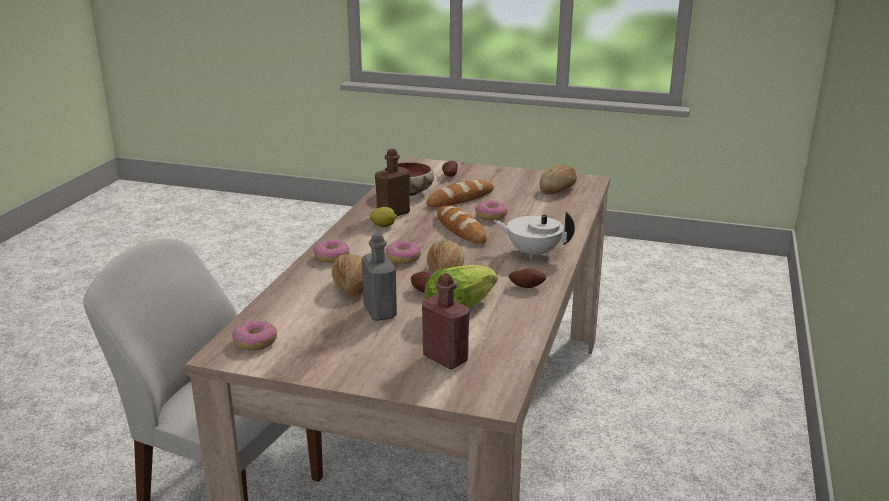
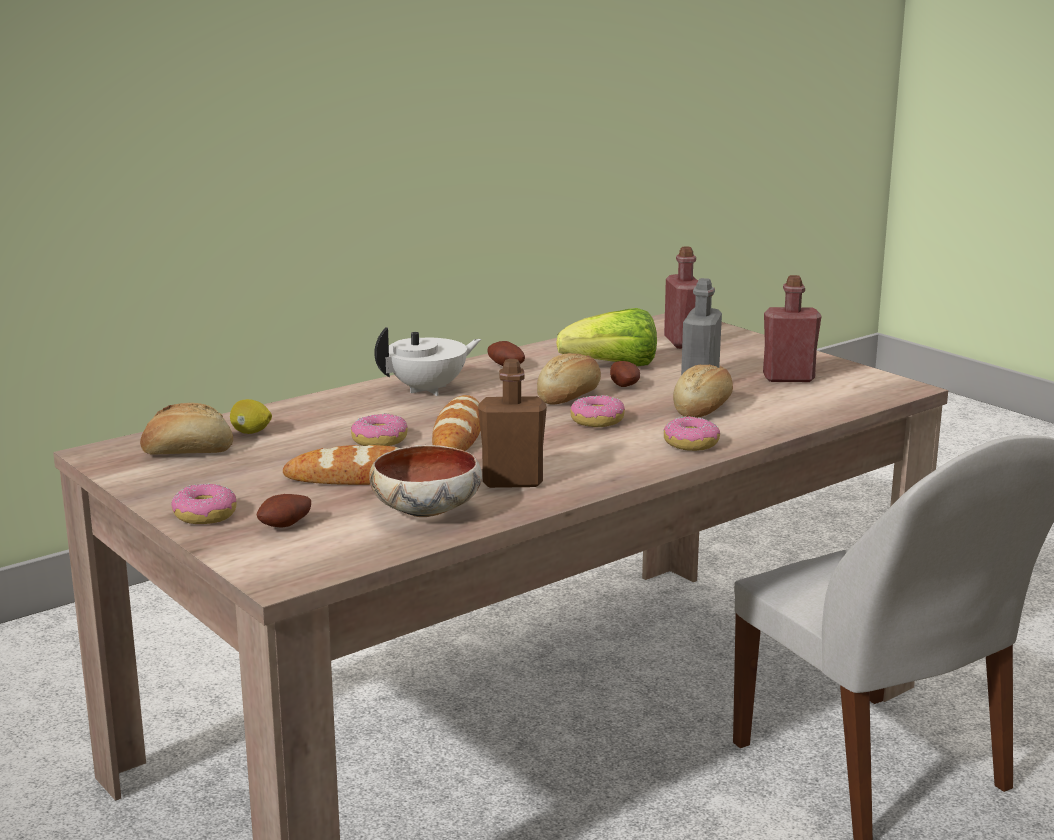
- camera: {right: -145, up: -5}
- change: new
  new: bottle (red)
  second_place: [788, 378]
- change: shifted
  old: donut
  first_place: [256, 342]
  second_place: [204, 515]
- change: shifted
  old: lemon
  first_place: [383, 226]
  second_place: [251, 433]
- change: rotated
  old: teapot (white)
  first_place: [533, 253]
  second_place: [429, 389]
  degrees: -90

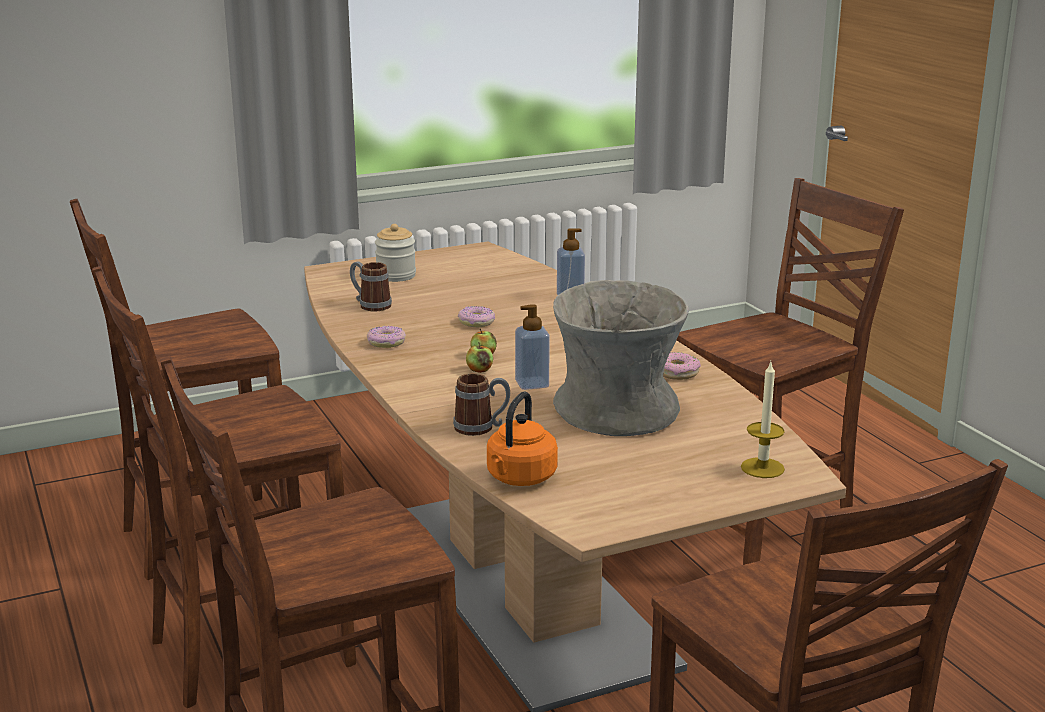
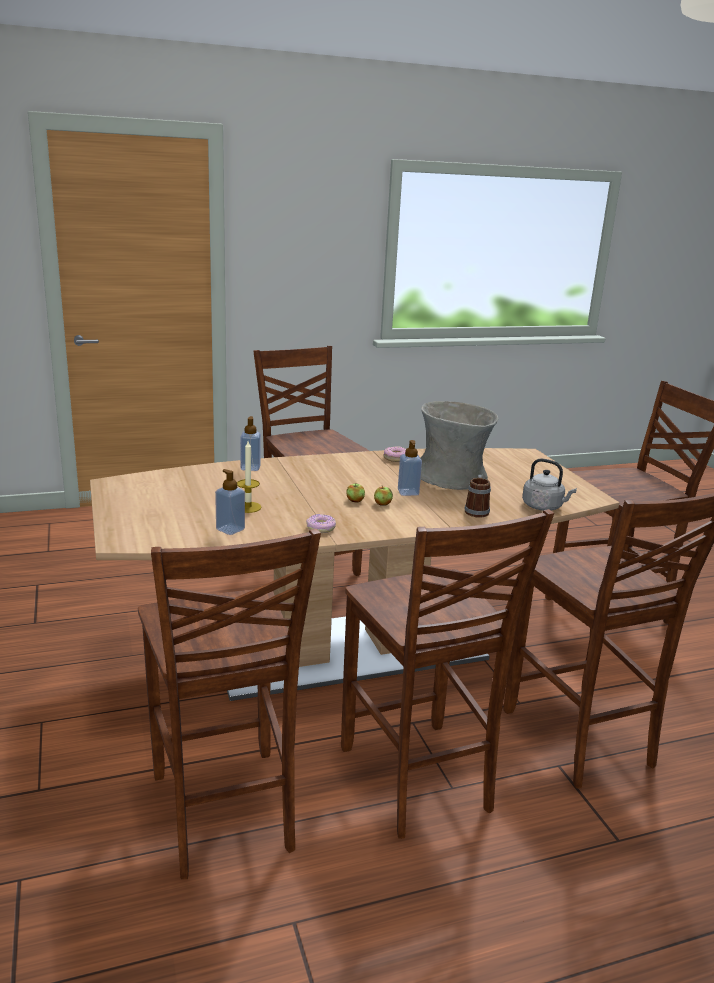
- camera: {right: -85, up: 0}
- change: gone
  old: jar
  first_place: [396, 276]
- change: gone
  old: donut
  first_place: [476, 322]
- change: shifted
  old: candle
  first_place: [762, 468]
  second_place: [248, 507]
- change: swapped
  old: mug
  new: soap dispenser
  first_place: [370, 305]
  second_place: [230, 529]
- change: repainted
  old: kettle (orange)
  new: kettle (grey)
  first_place: [520, 478]
  second_place: [544, 507]

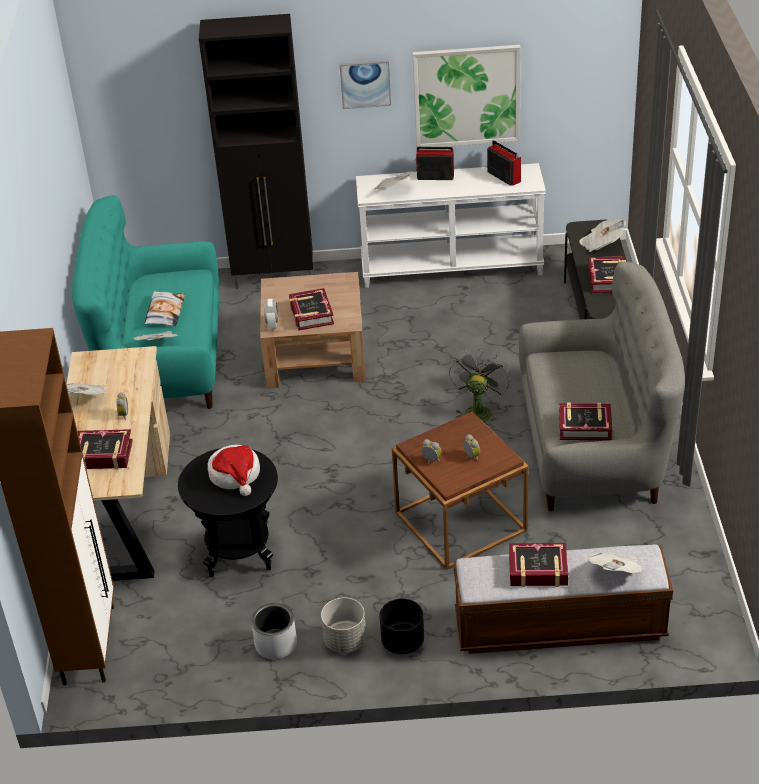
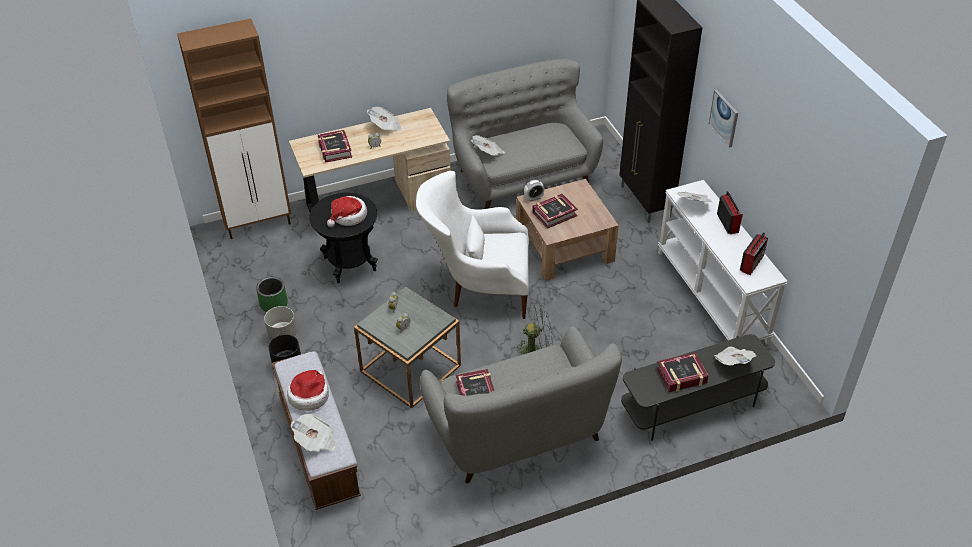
- camera: {right: 70, up: 5}
- change: gone
  old: pillow
  first_place: [165, 312]
- change: gone
  old: picture
  first_place: [467, 96]
- change: new
  new: armchair (white)
  second_place: [478, 287]
- change: swapped
  old: book
  new: hat
  first_place: [538, 570]
  second_place: [309, 395]
- change: repainted
  old: sofa (turquoise)
  new: sofa (grey)
  first_place: [161, 361]
  second_place: [523, 175]
- change: repainted
  old: planter (grey)
  new: planter (green)
  first_place: [275, 644]
  second_place: [273, 303]
- change: repainted
  old: side table (brown)
  new: side table (grey)
  first_place: [460, 521]
  second_place: [410, 368]

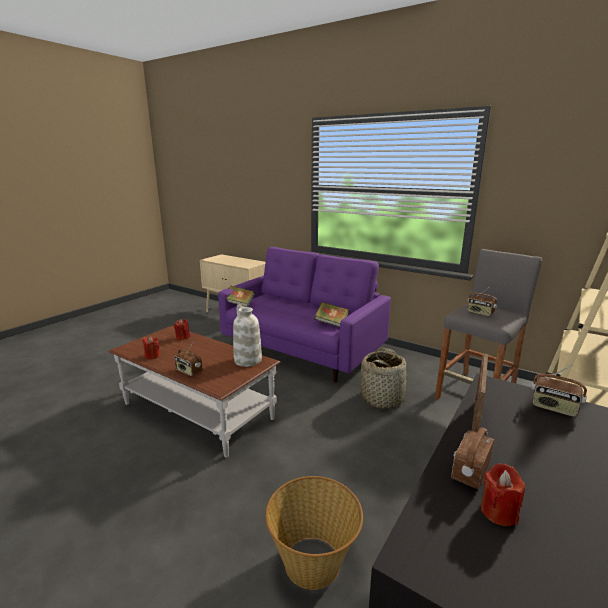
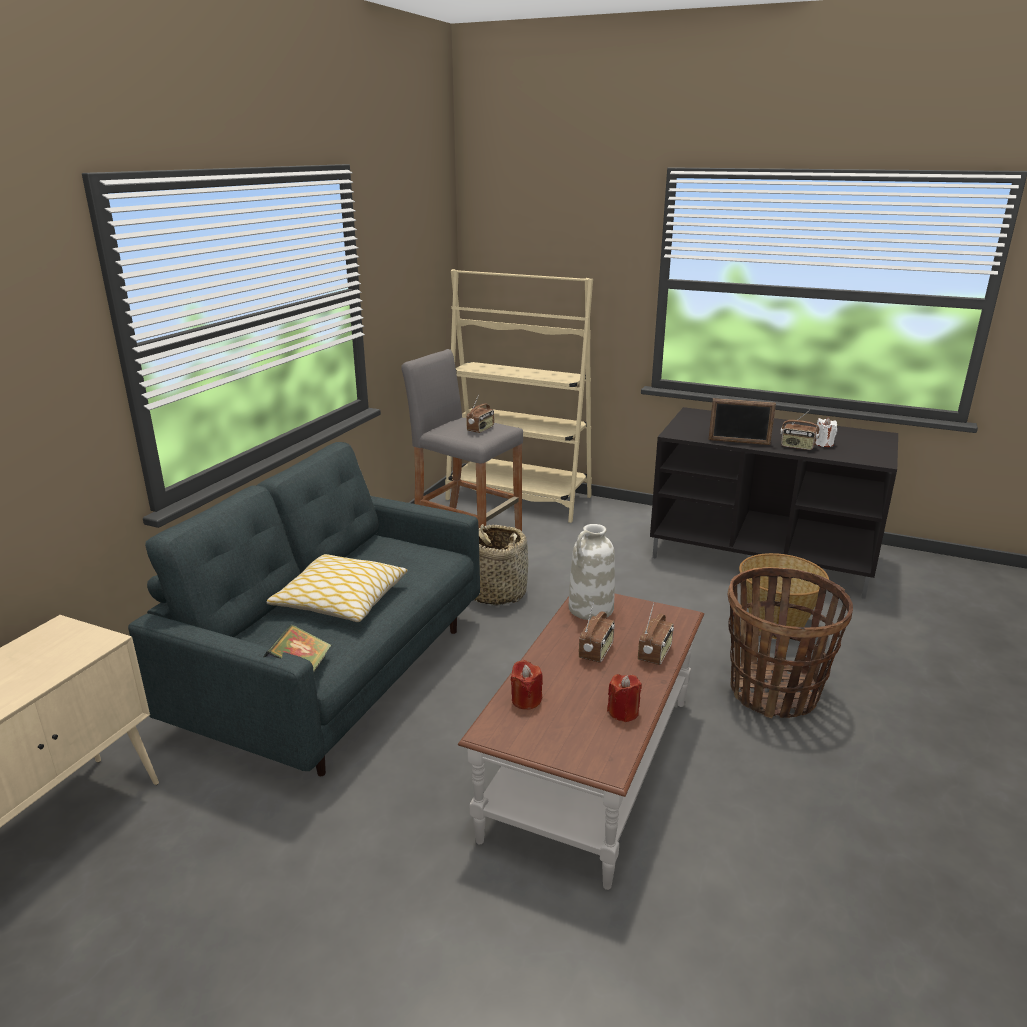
- camera: {right: -100, up: 5}
- change: gone
  old: book
  first_place: [331, 323]
- change: new
  new: pillow
  second_place: [340, 601]
- change: new
  new: basket
  second_place: [774, 692]
- change: shifted
  old: radio
  first_place: [554, 408]
  second_place: [596, 652]
- change: repainted
  old: sofa (purple)
  new: sofa (grey)
  first_place: [303, 351]
  second_place: [338, 675]
- change: repainted
  old: candle (red)
  new: candle (white)
  first_place: [499, 512]
  second_place: [823, 444]

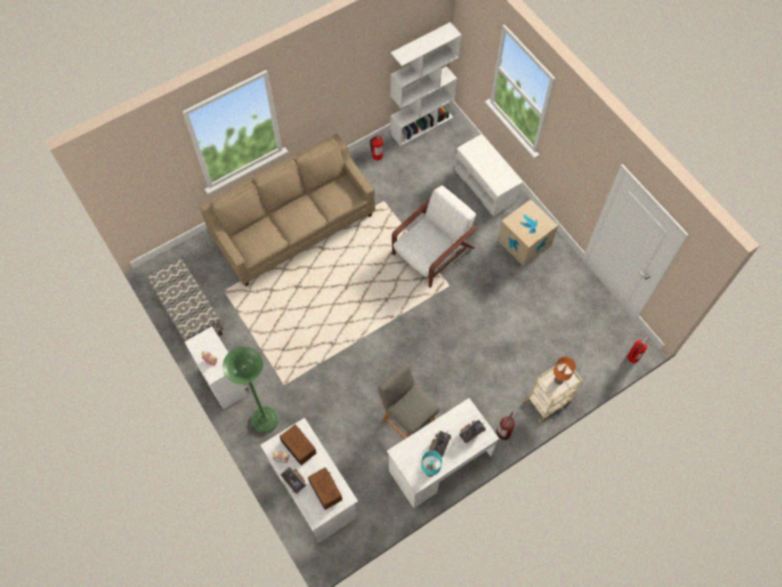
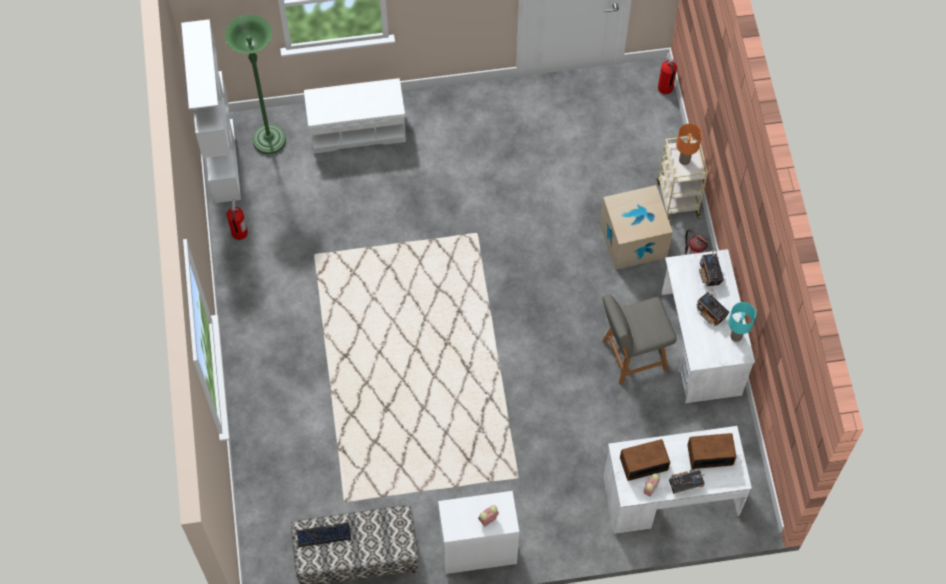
- camera: {right: -65, up: 0}
- change: gone
  old: sofa (beige)
  first_place: [294, 227]
- change: gone
  old: armchair (white)
  first_place: [432, 252]
- change: new
  new: keyboard
  second_place: [324, 535]
- change: shifted
  old: floor lamp (green)
  first_place: [265, 420]
  second_place: [269, 140]
- change: shifted
  old: cardboard box
  first_place: [524, 242]
  second_place: [633, 240]

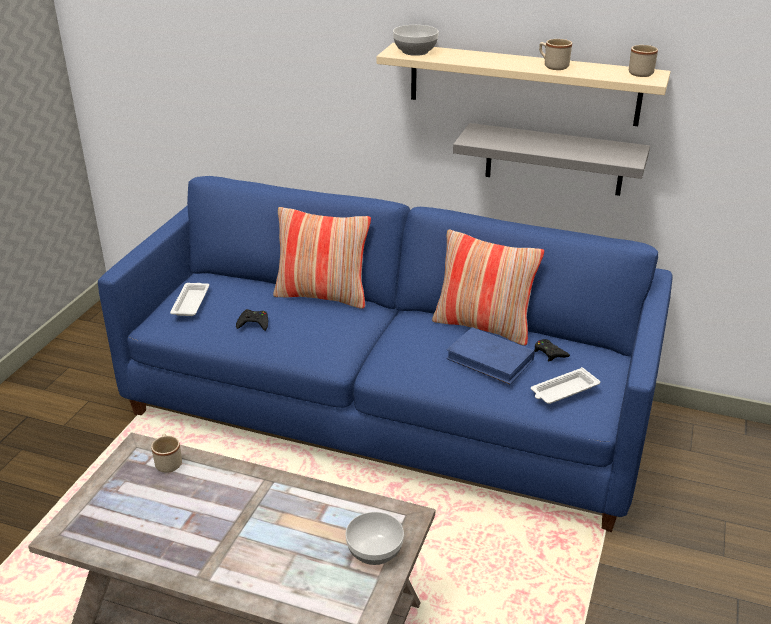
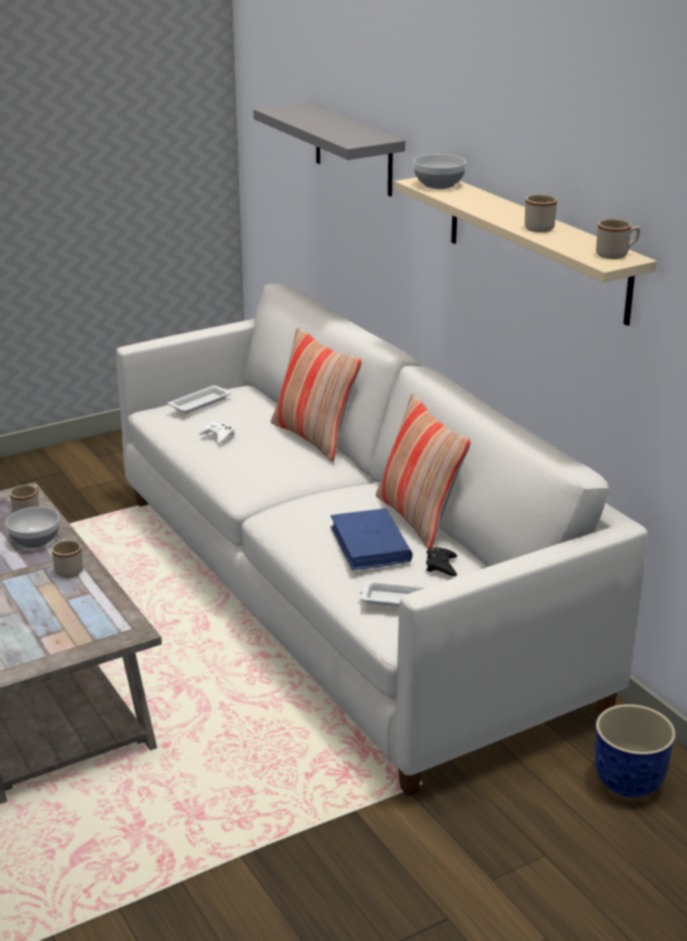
- camera: {right: 40, up: -5}
- change: new
  new: mug (beige)
  second_place: [68, 569]
- change: new
  new: planter
  second_place: [629, 783]
- change: shifted
  old: bowl
  first_place: [375, 552]
  second_place: [34, 540]
- change: shifted
  old: shelf (grey)
  first_place: [554, 159]
  second_place: [353, 149]
- change: repainted
  old: sofa (blue)
  new: sofa (white)
  first_place: [387, 411]
  second_place: [345, 596]
- change: repainted
  old: game controller (black)
  new: game controller (white)
  first_place: [254, 323]
  second_place: [218, 436]

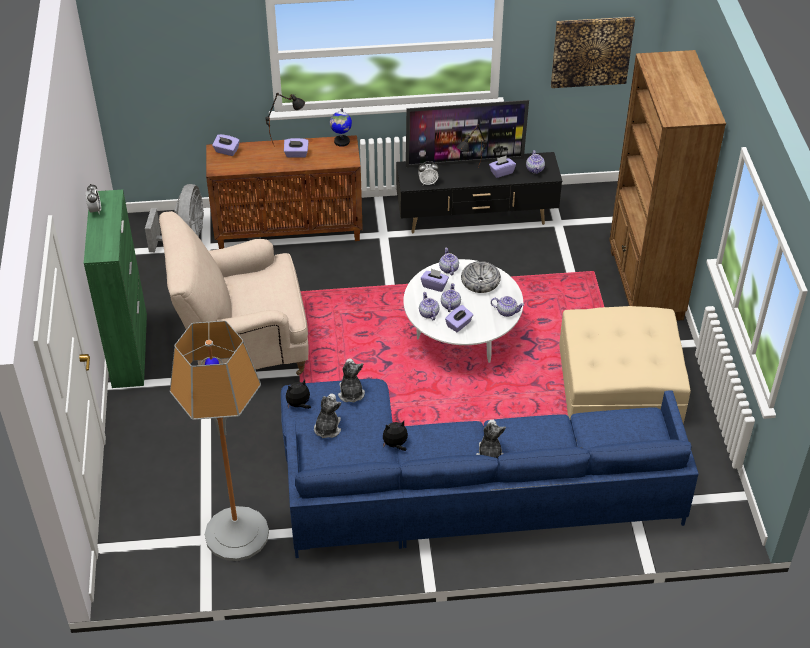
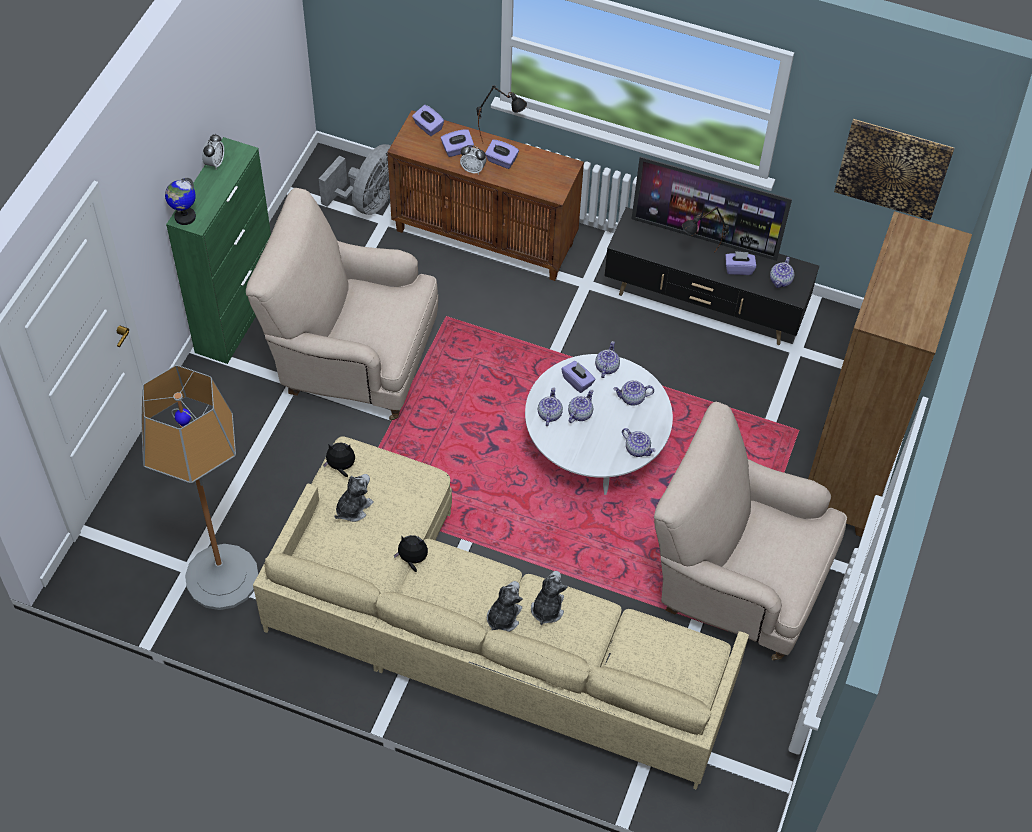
- camera: {right: 25, up: 10}
- change: shifted
  old: globe
  first_place: [341, 141]
  second_place: [184, 217]
- change: shifted
  old: plush toy
  first_place: [351, 393]
  second_place: [547, 608]
- change: shifted
  old: alarm clock
  first_place: [428, 182]
  second_place: [473, 169]
- change: shifted
  old: tissue box (purple)
  first_place: [459, 324]
  second_place: [457, 150]
- change: swapped
  old: bowl
  new: teapot
  first_place: [480, 281]
  second_place: [632, 398]
- change: swapped
  old: ottoman (beige)
  new: armchair (beige)
  first_place: [619, 382]
  second_place: [737, 583]
- change: repainted
  old: sofa (blue)
  new: sofa (beige)
  first_place: [462, 491]
  second_place: [480, 635]

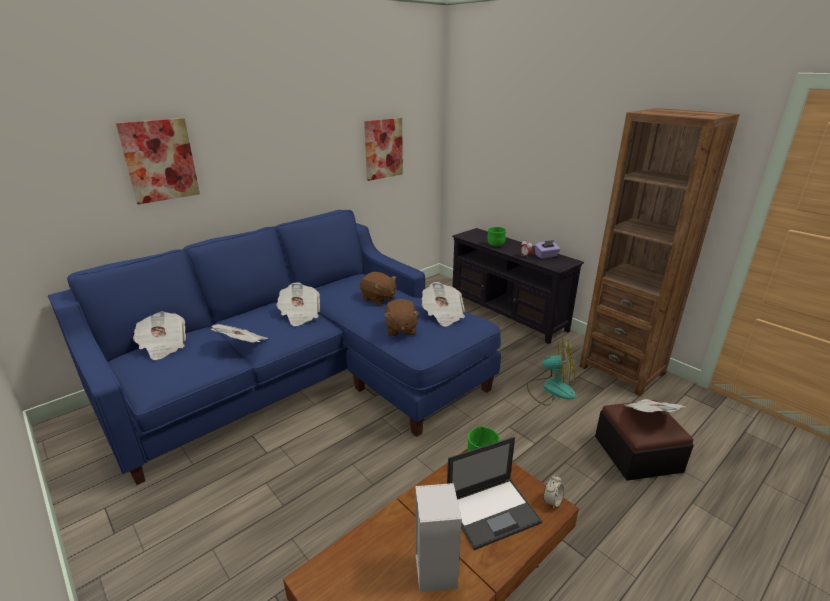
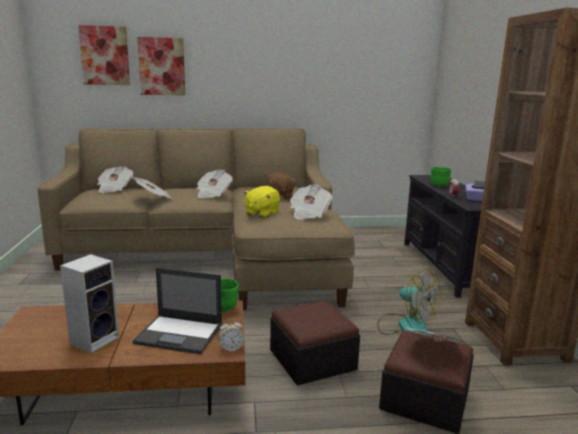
- camera: {right: 35, up: -10}
- change: new
  new: ottoman
  second_place: [312, 360]
- change: shifted
  old: picture
  first_place: [383, 148]
  second_place: [105, 55]
- change: repainted
  old: sofa (blue)
  new: sofa (beige)
  first_place: [304, 378]
  second_place: [213, 255]
- change: repainted
  old: plush toy (brown)
  new: plush toy (yellow)
  first_place: [400, 330]
  second_place: [261, 213]

